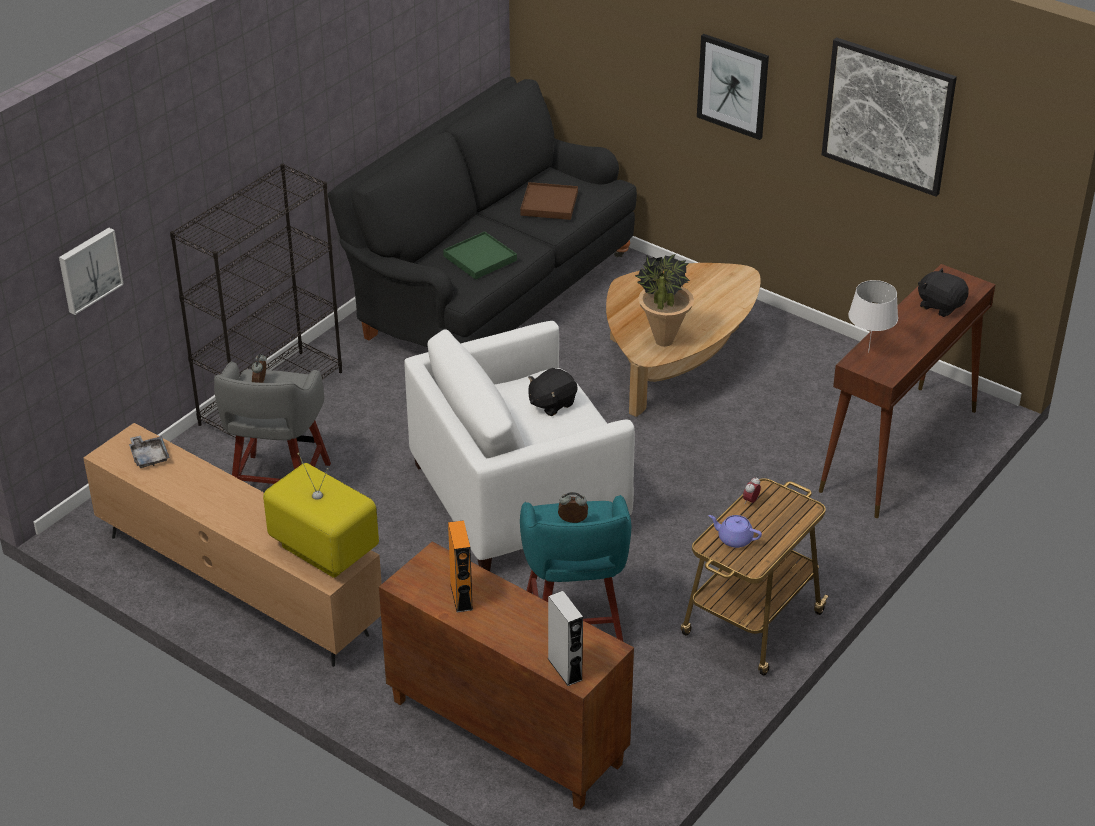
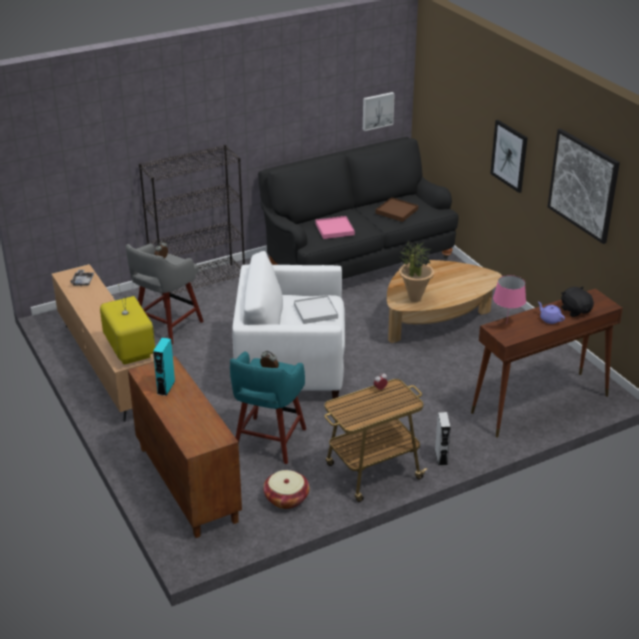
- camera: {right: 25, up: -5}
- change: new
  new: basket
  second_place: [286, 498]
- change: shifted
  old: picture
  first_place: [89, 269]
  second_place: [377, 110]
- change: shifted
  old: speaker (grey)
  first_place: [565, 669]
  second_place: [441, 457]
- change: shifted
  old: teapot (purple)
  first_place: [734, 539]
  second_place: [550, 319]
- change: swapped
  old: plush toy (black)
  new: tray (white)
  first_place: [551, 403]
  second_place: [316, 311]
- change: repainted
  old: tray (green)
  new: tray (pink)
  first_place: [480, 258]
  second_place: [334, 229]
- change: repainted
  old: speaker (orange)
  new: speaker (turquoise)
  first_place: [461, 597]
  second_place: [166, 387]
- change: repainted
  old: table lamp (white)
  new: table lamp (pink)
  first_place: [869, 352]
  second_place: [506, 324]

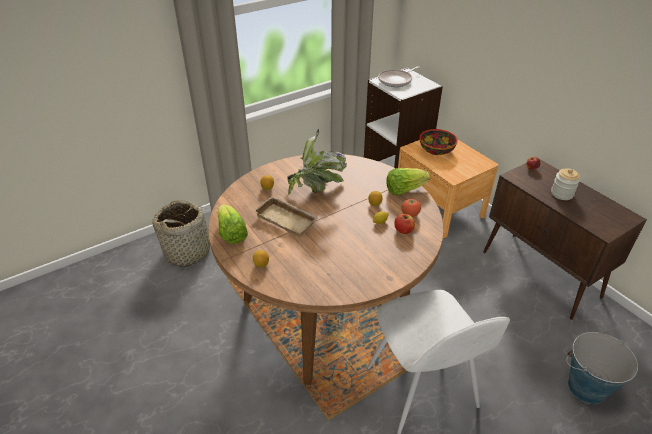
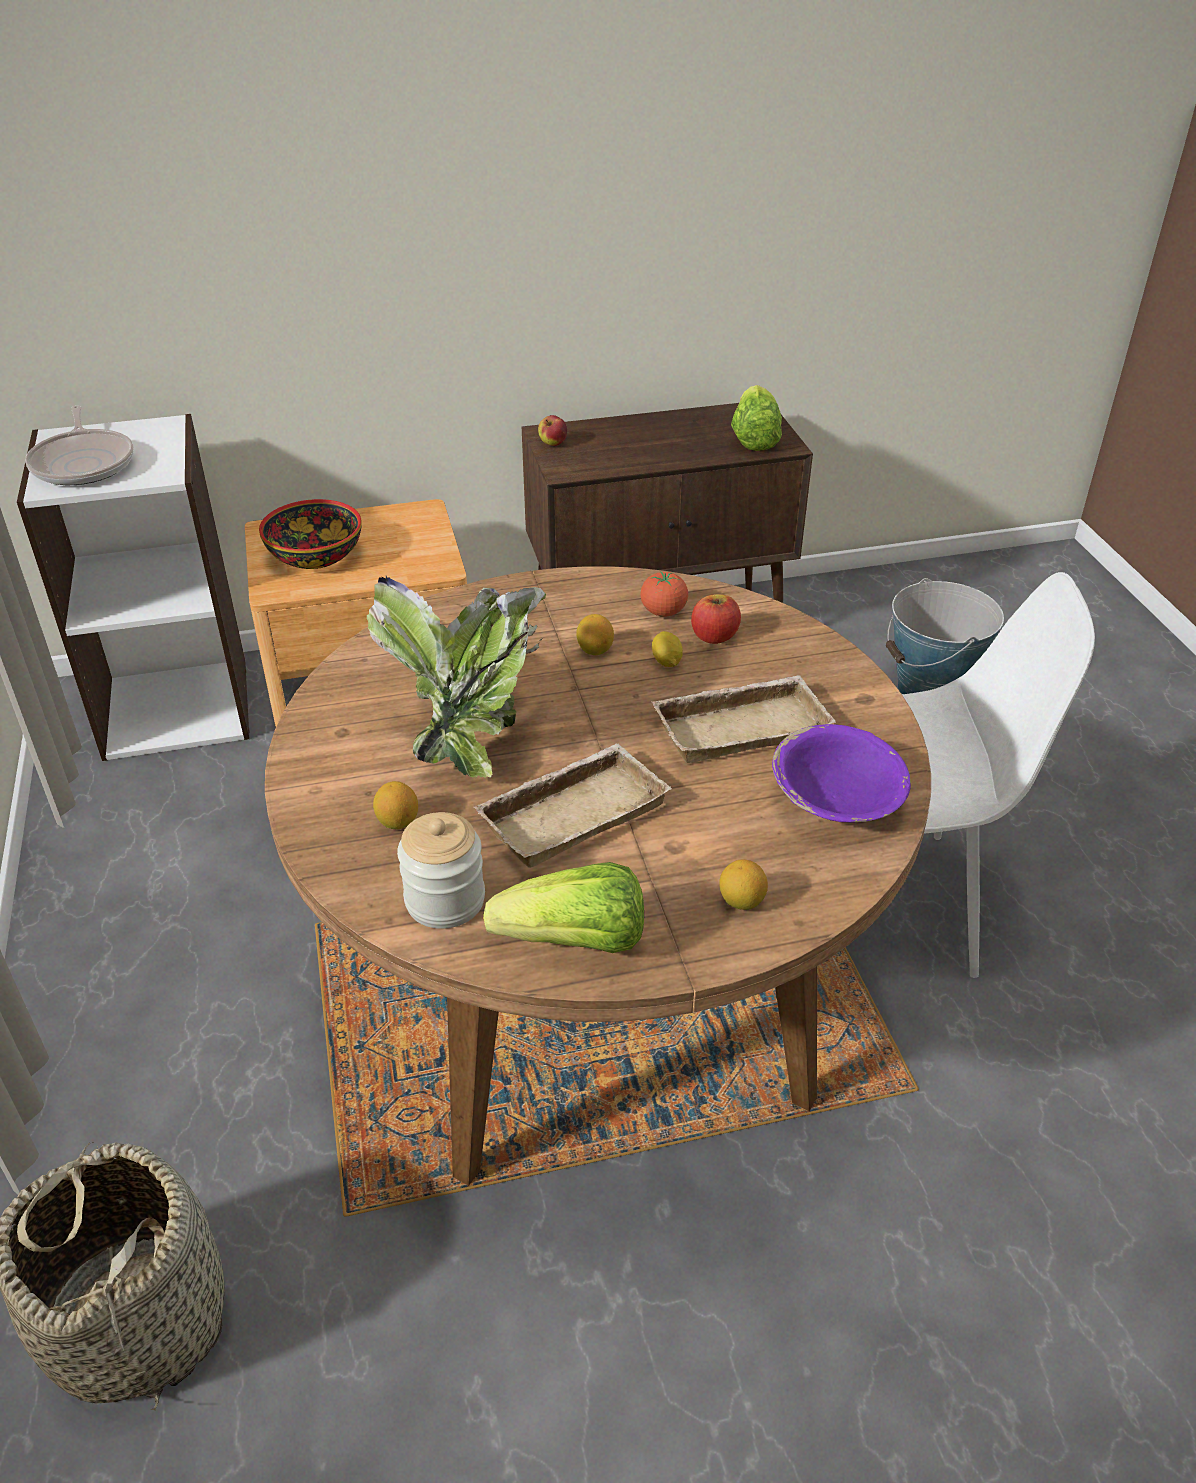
- camera: {right: -70, up: 0}
- change: new
  new: tray (beige)
  second_place: [741, 725]
- change: new
  new: bowl (purple)
  second_place: [836, 801]
- change: shifted
  old: lettuce
  first_place: [404, 190]
  second_place: [754, 438]
- change: shifted
  old: jar
  first_place: [562, 194]
  second_place: [445, 900]

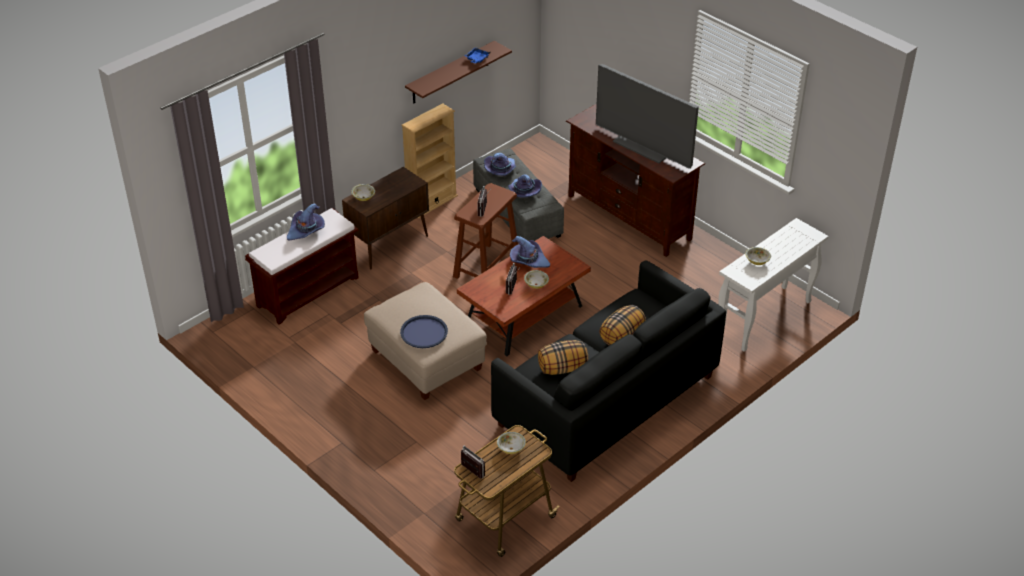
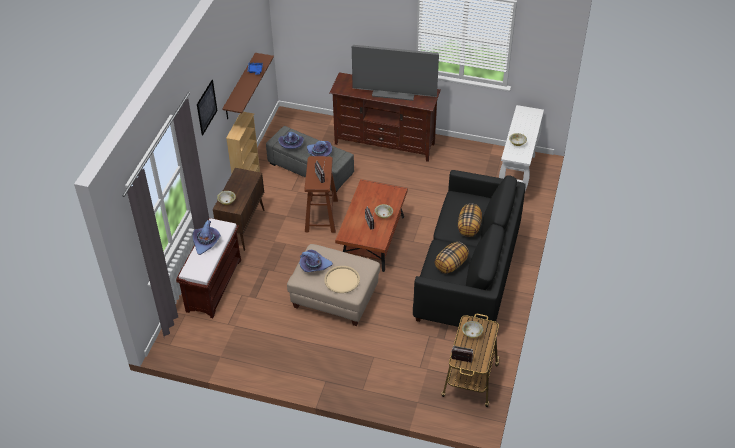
- camera: {right: -30, up: 5}
- change: new
  new: picture
  second_place: [206, 107]
- change: shifted
  old: hat (purple)
  first_place: [528, 260]
  second_place: [314, 265]
- change: repainted
  old: tray (blue)
  new: tray (beige)
  first_place: [424, 332]
  second_place: [342, 280]

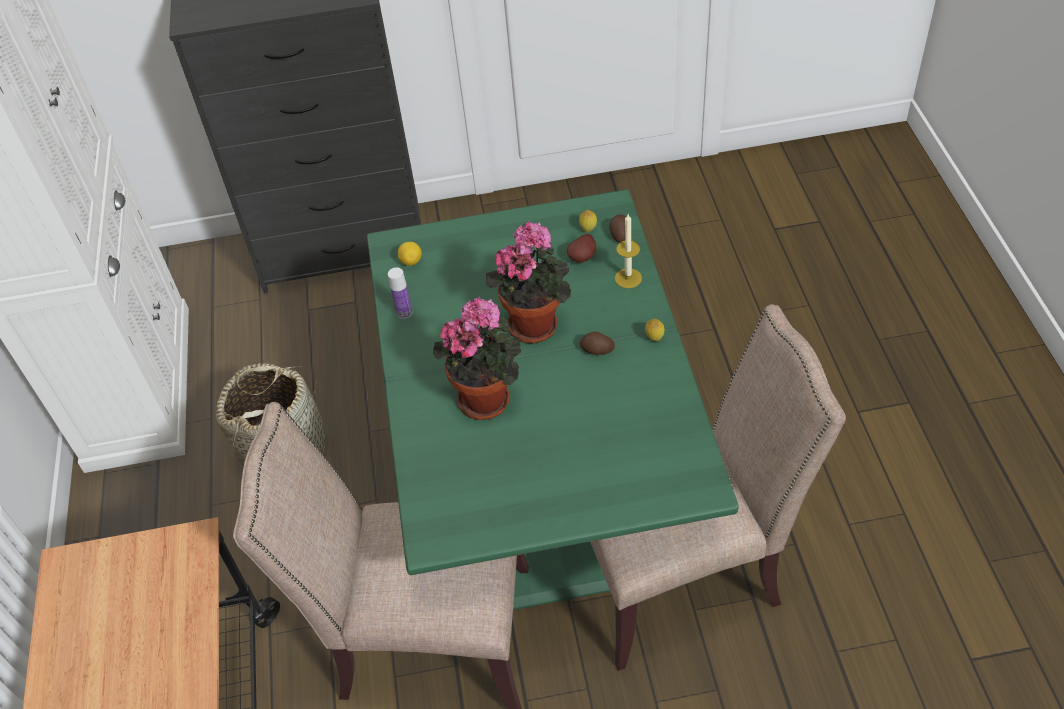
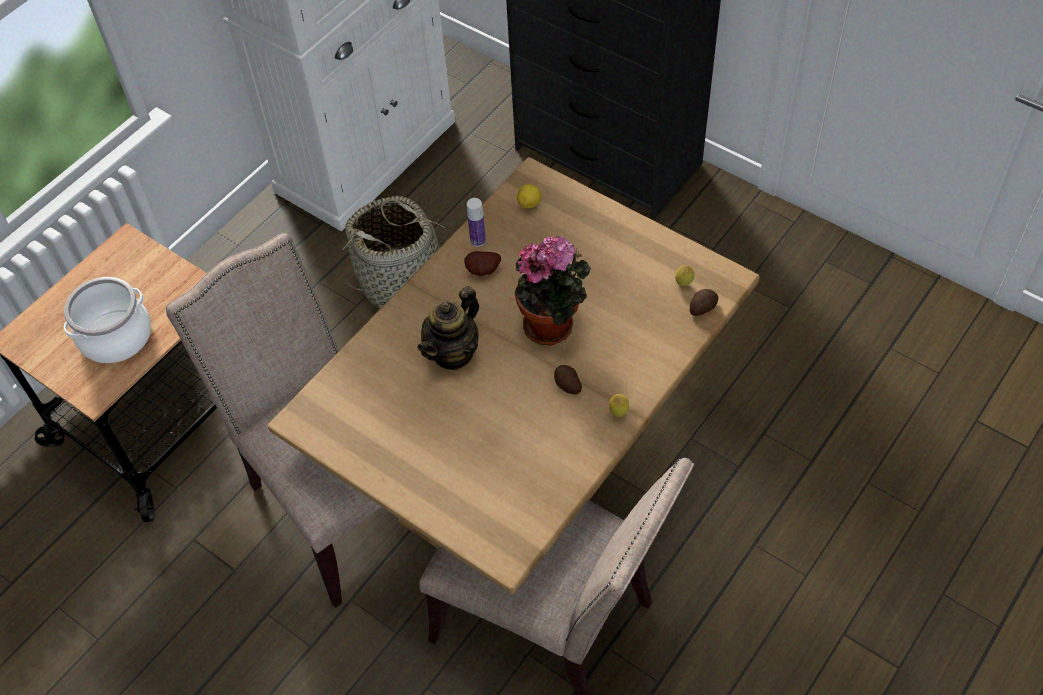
- camera: {right: 45, up: 5}
- change: gone
  old: candle
  first_place: [628, 278]
- change: new
  new: cooking pot
  second_place: [116, 336]
- change: shifted
  old: potato
  first_place: [583, 258]
  second_place: [483, 271]
- change: swapped
  old: potted plant
  new: teapot
  first_place: [487, 397]
  second_place: [453, 352]
- change: repainted
  old: dining table (green)
  new: dining table (brown)
  first_place: [546, 494]
  second_place: [530, 472]

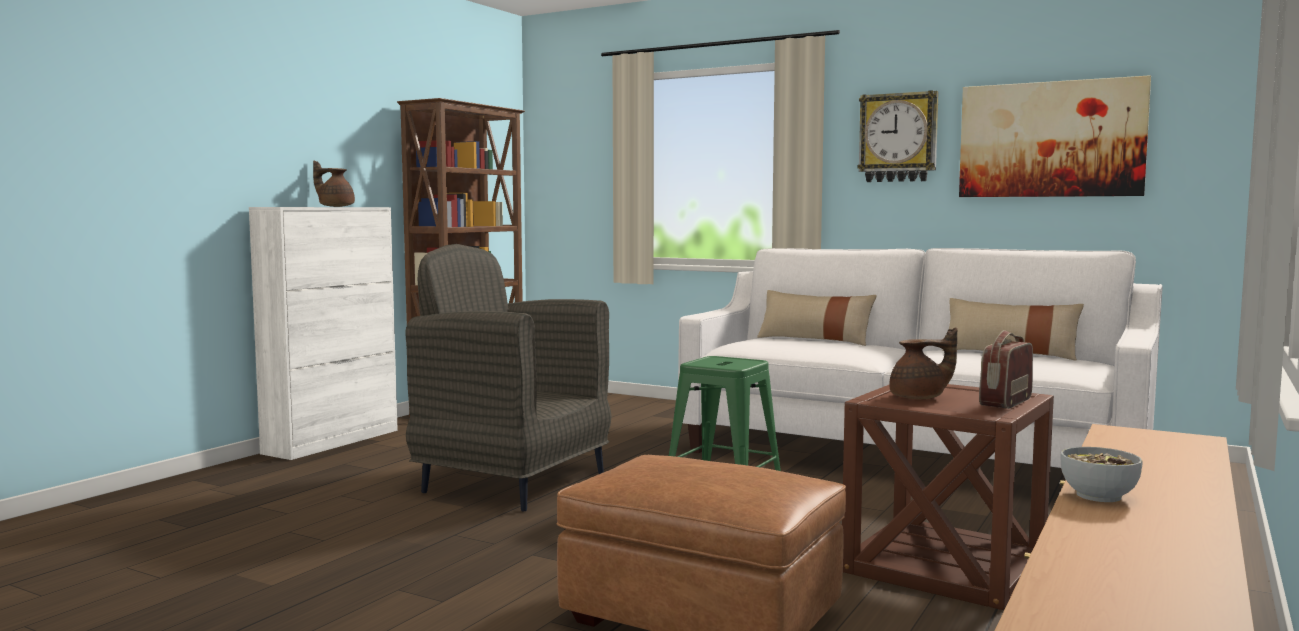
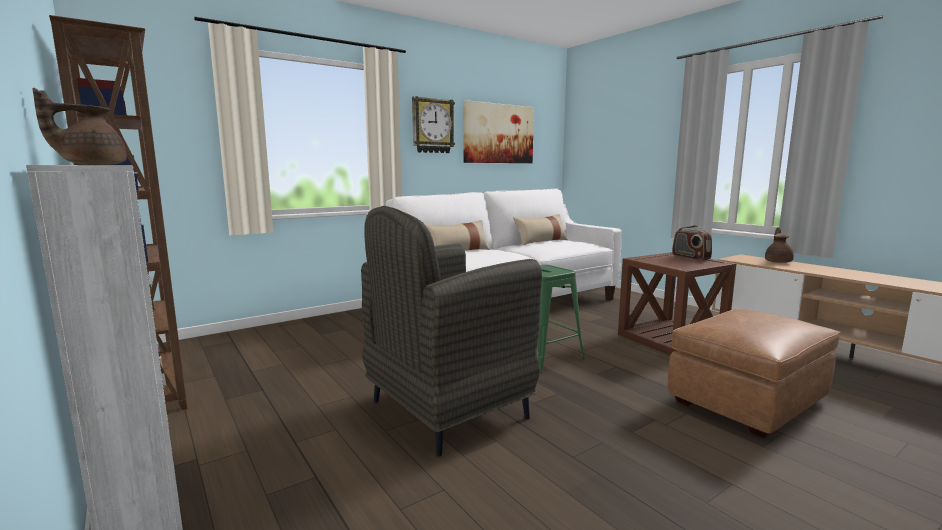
- camera: {right: -65, up: 5}
- change: gone
  old: bowl
  first_place: [1099, 496]
- change: shifted
  old: teapot (brown)
  first_place: [919, 398]
  second_place: [778, 261]

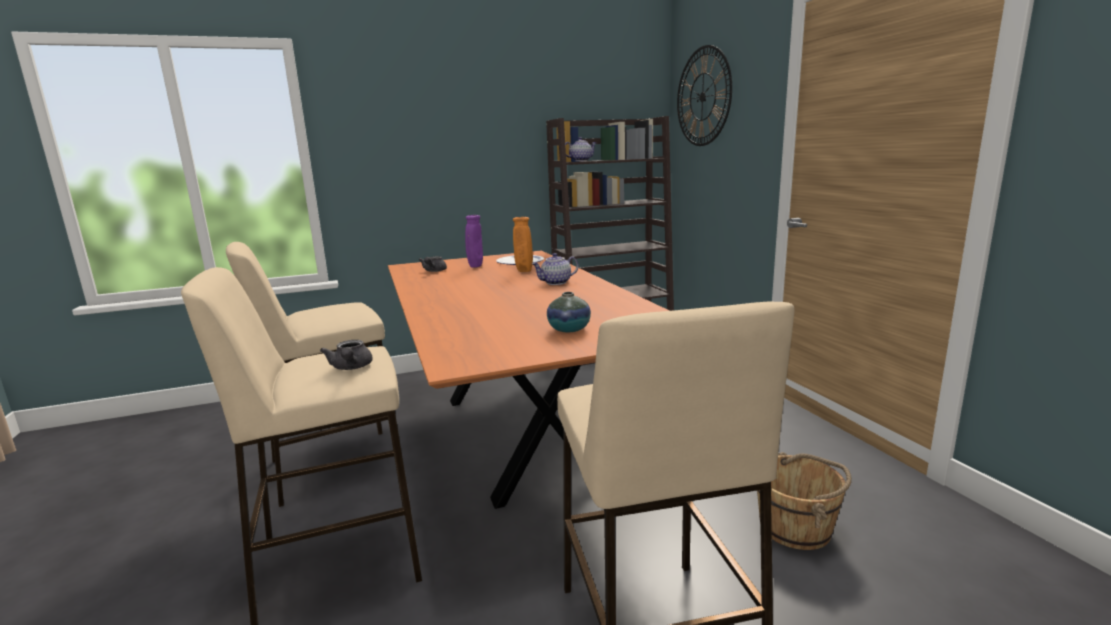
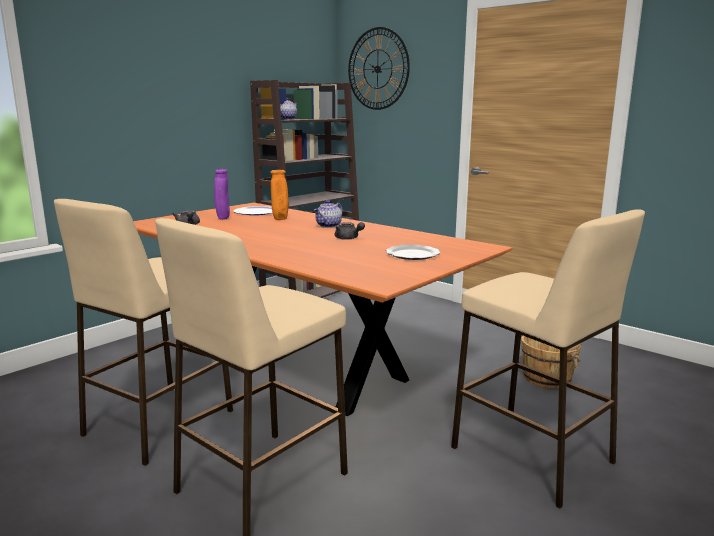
- camera: {right: -30, up: 0}
- change: shifted
  old: teapot (grey)
  first_place: [351, 368]
  second_place: [348, 238]
- change: swapped
  old: vase
  new: plate
  first_place: [569, 329]
  second_place: [412, 255]

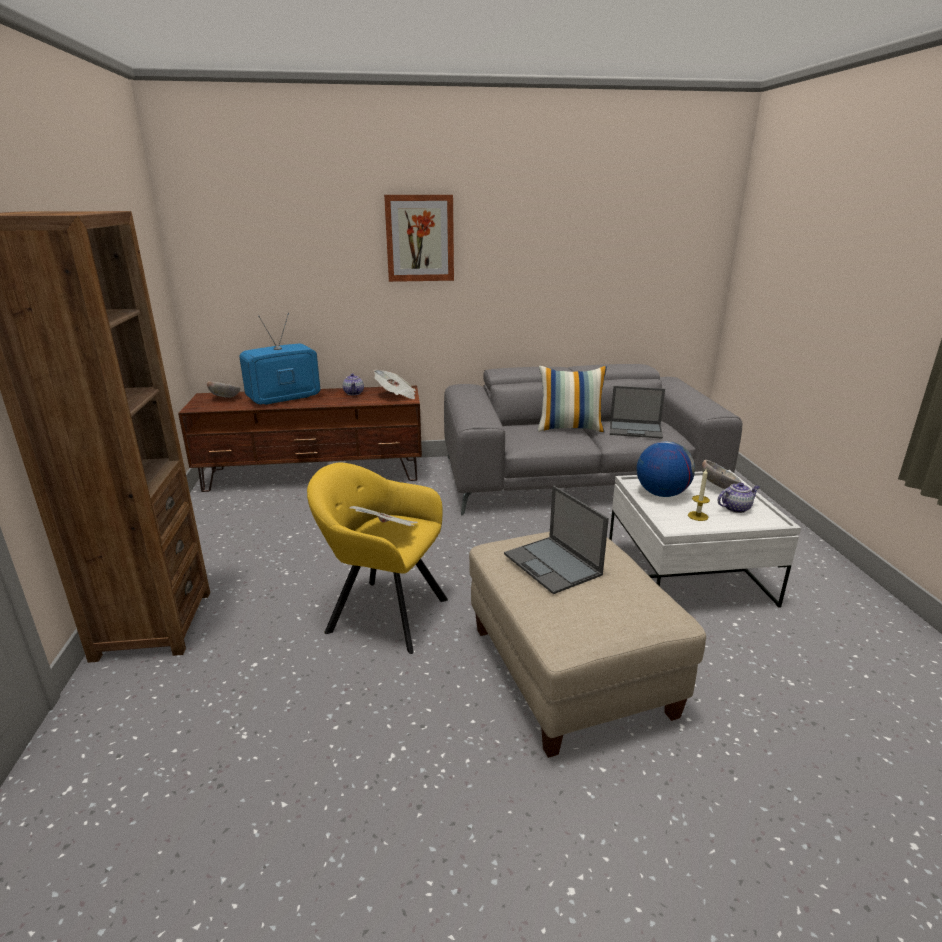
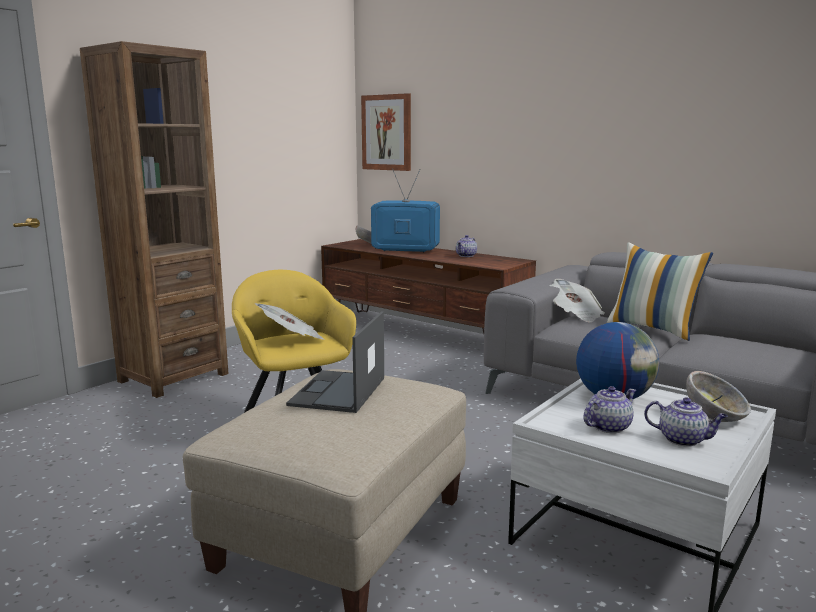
- camera: {right: 45, up: -10}
- change: gone
  old: laptop
  first_place: [636, 430]
- change: shifted
  old: newspaper
  first_place: [396, 395]
  second_place: [575, 315]
- change: shifted
  old: picture
  first_place: [420, 238]
  second_place: [387, 132]
- change: swapped
  old: candle
  new: teapot
  first_place: [698, 516]
  second_place: [607, 427]

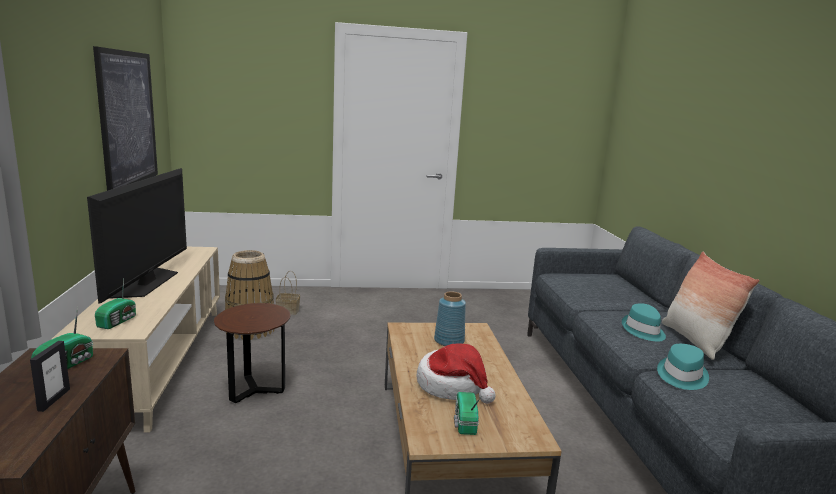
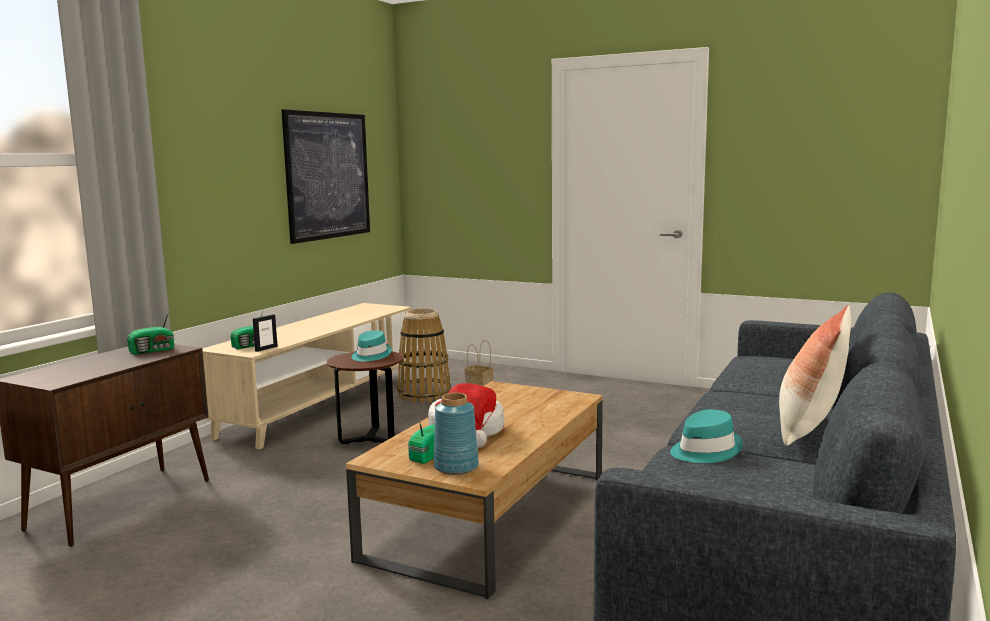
- camera: {right: 35, up: -5}
- change: gone
  old: television
  first_place: [147, 283]
- change: shifted
  old: picture frame
  first_place: [53, 399]
  second_place: [266, 349]
- change: shifted
  old: vase (blue)
  first_place: [449, 341]
  second_place: [455, 467]
- change: shifted
  old: hat (turquoise)
  first_place: [643, 331]
  second_place: [370, 355]

